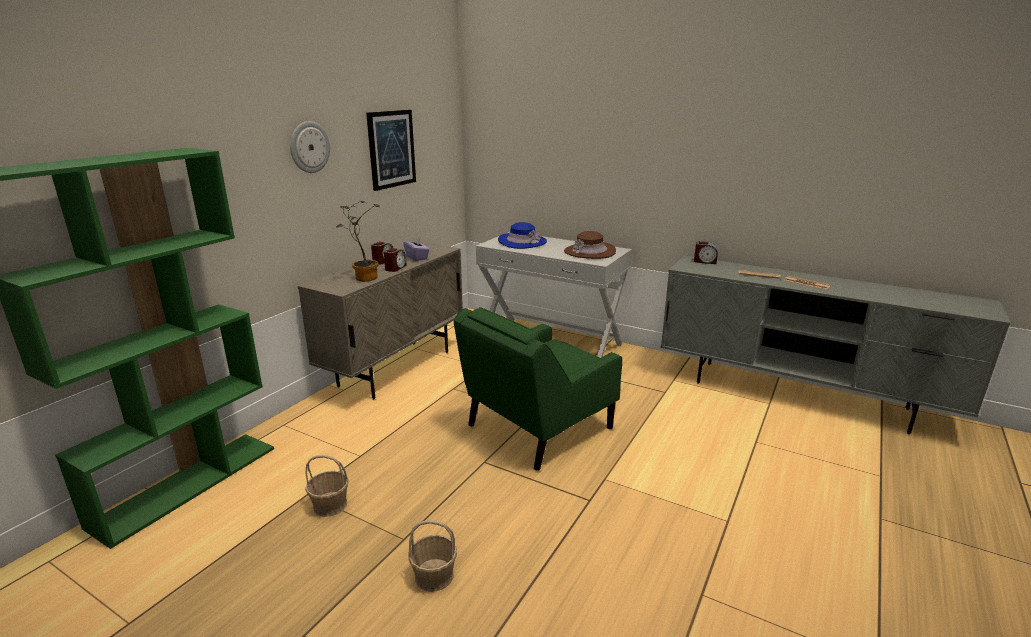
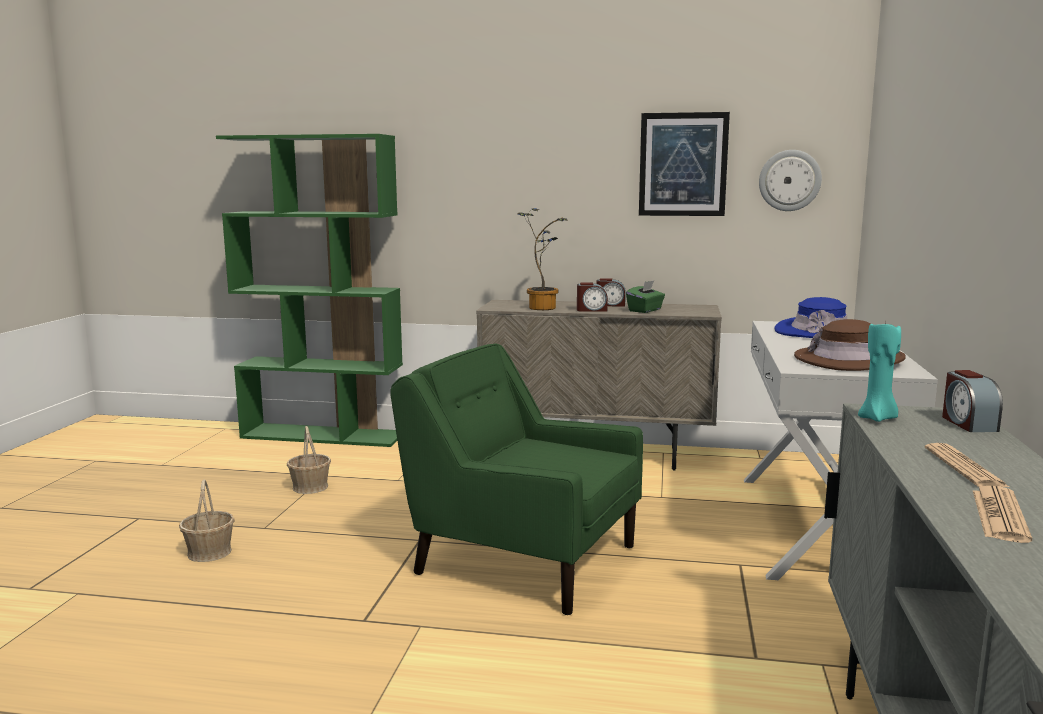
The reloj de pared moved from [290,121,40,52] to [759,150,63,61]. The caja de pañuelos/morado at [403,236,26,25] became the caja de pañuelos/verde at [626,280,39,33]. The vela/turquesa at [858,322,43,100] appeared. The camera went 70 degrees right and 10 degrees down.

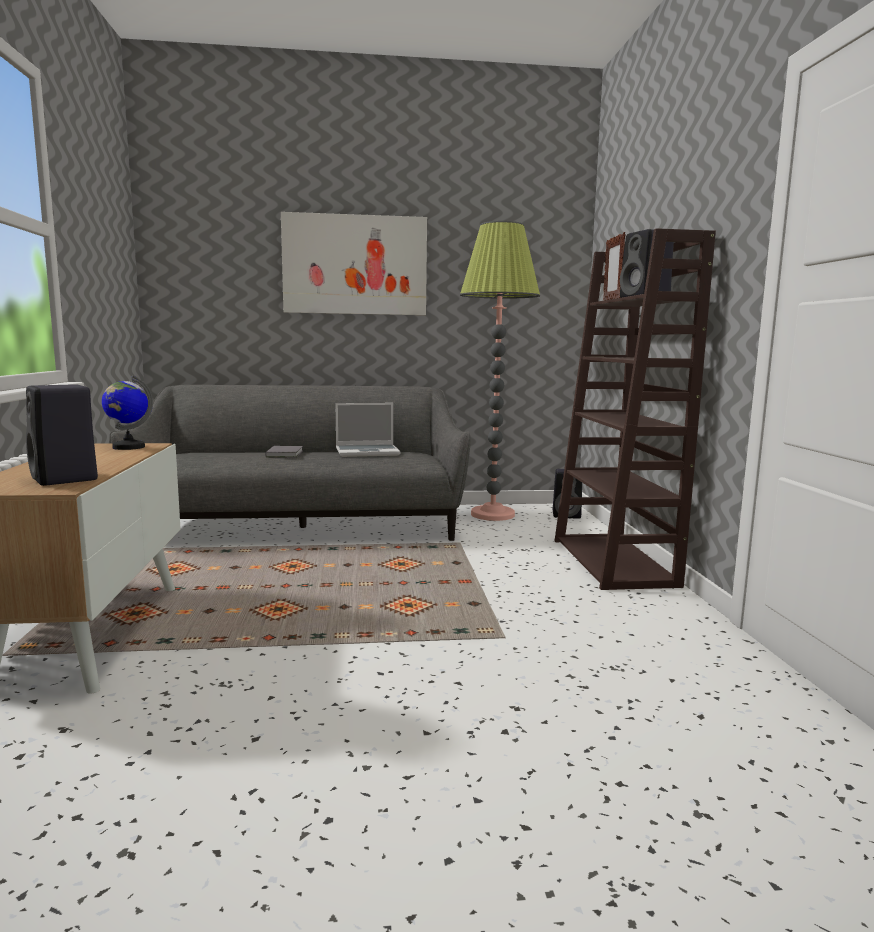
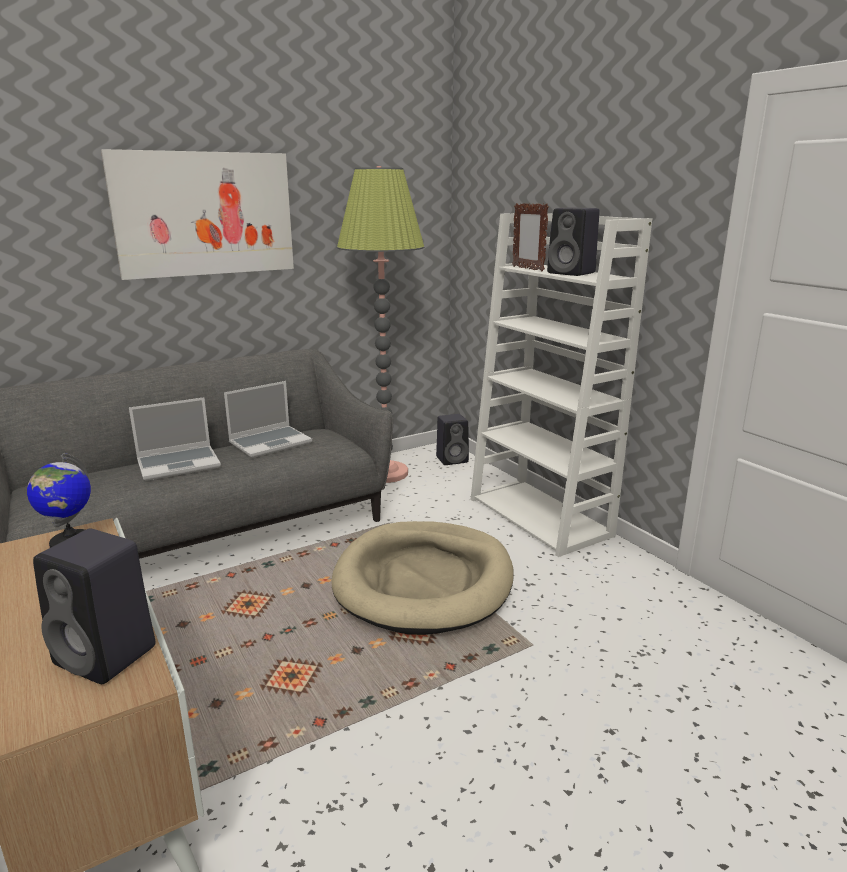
The libro/gris at [265,446,38,12] was replaced by the portátil at [129,397,92,84]. The estantería/marrón at [555,228,161,362] became the estantería/blanco at [471,213,181,344]. The cama para perro/beis at [332,521,182,114] appeared. The camera went 25 degrees left and 10 degrees up.

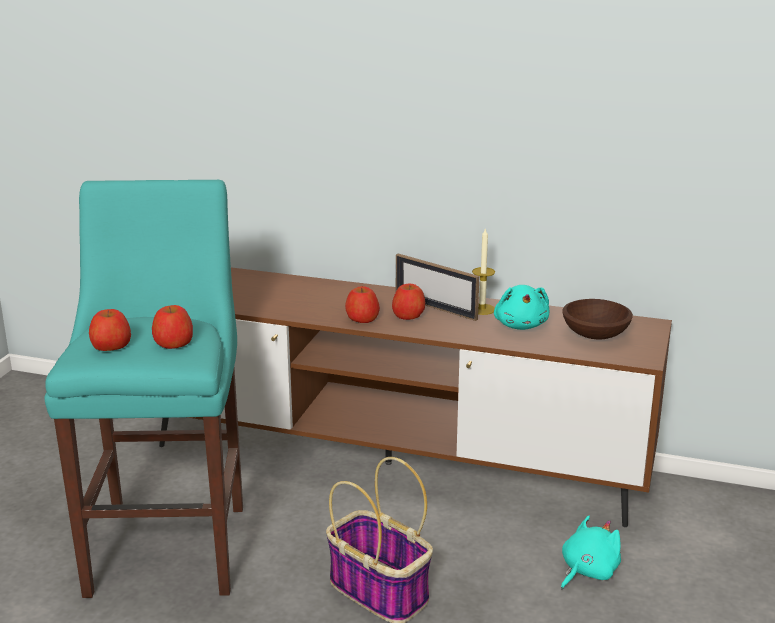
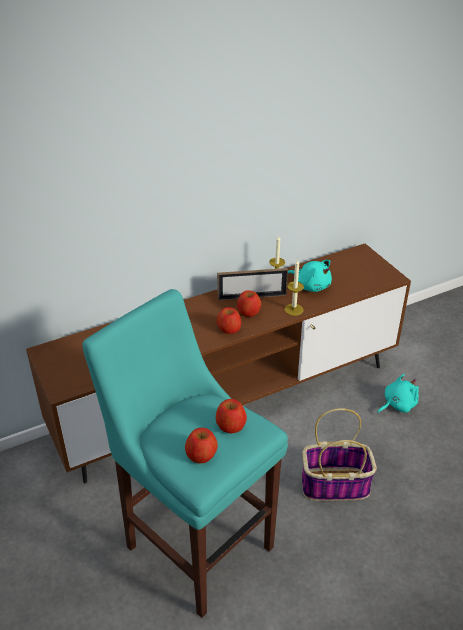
The peluche/turquesa at [561,516,60,73] turned 60 degrees clockwise. The cuenco/marrón at [562,299,71,41] disappeared. The vela at [285,259,19,57] appeared. The camera went 45 degrees left and 15 degrees up.

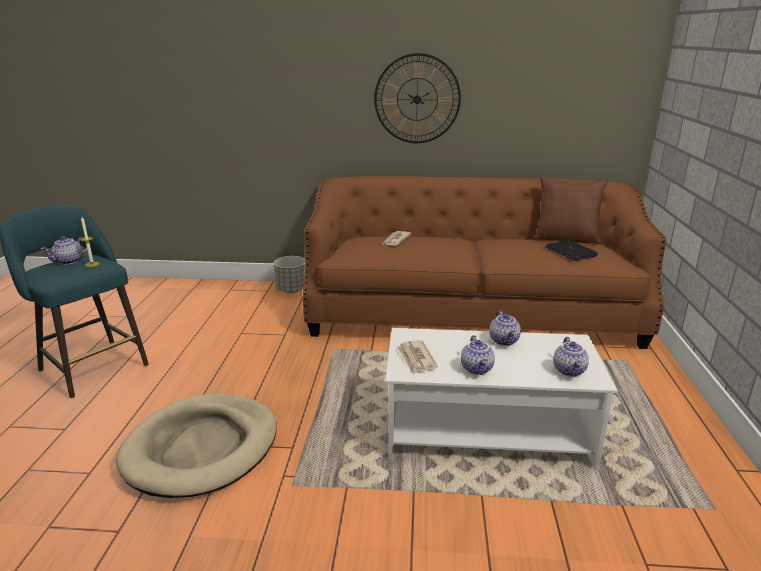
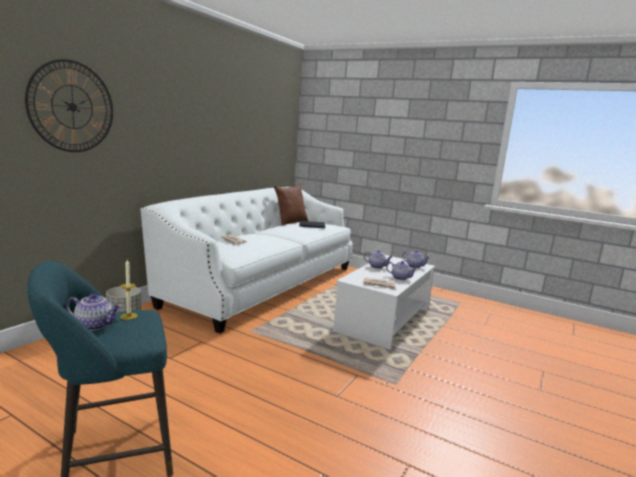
The tetera at [41,236,46,29] turned 60 degrees counterclockwise. The cama para perro/beis at [116,394,161,104] disappeared. The sofá/marrón at [303,176,363,173] became the sofá/blanco at [140,187,213,146]. The reloj de pared moved from [374,53,87,90] to [25,59,88,93]. The camera went 65 degrees left and 10 degrees down.

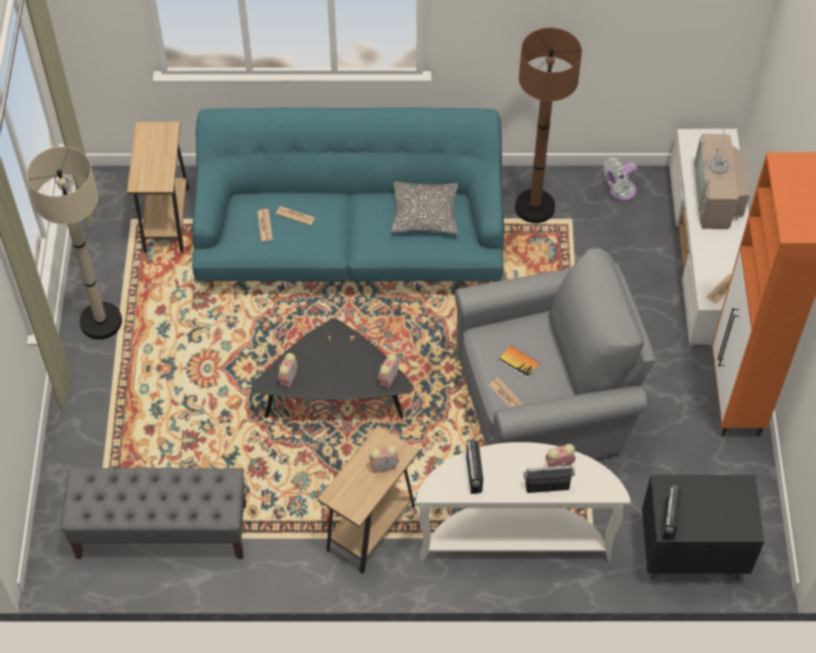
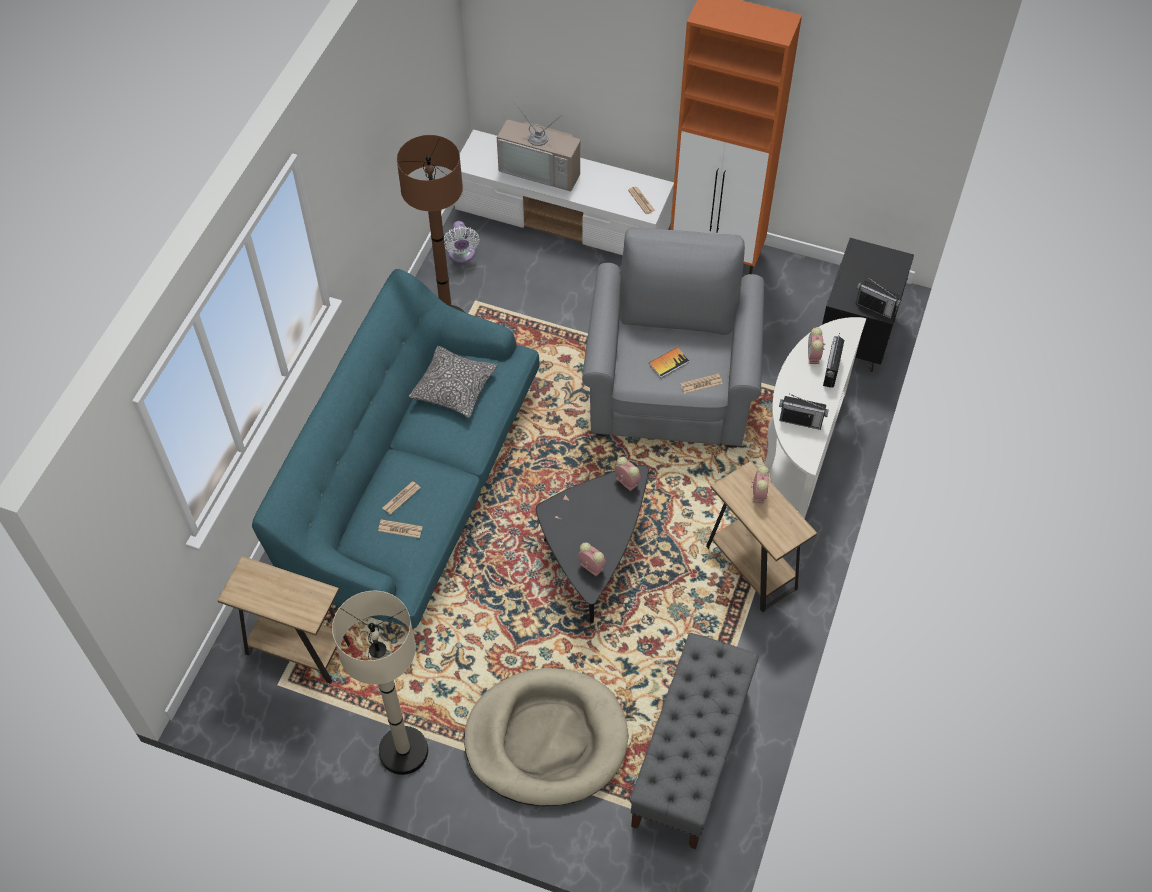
The cama para perro/beis at [464,668,165,138] appeared. The camera went 70 degrees left and 0 degrees up.

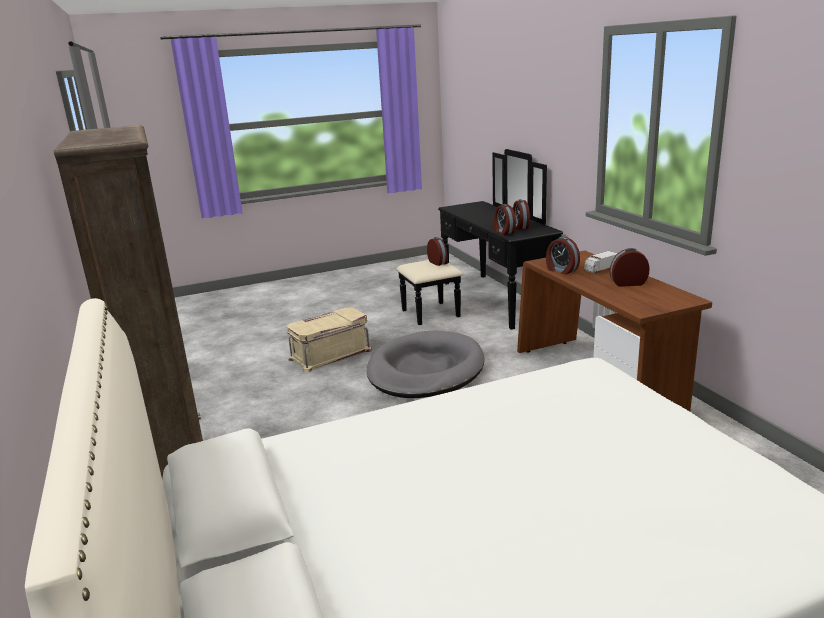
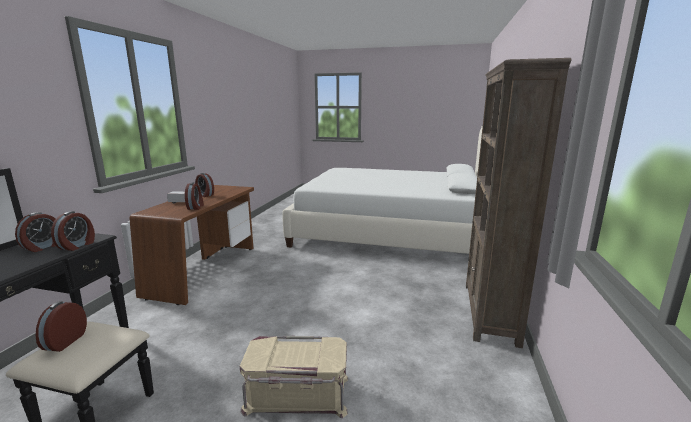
The cama para perro/gris at [367,331,118,67] disappeared. The camera went 145 degrees left and 5 degrees down.

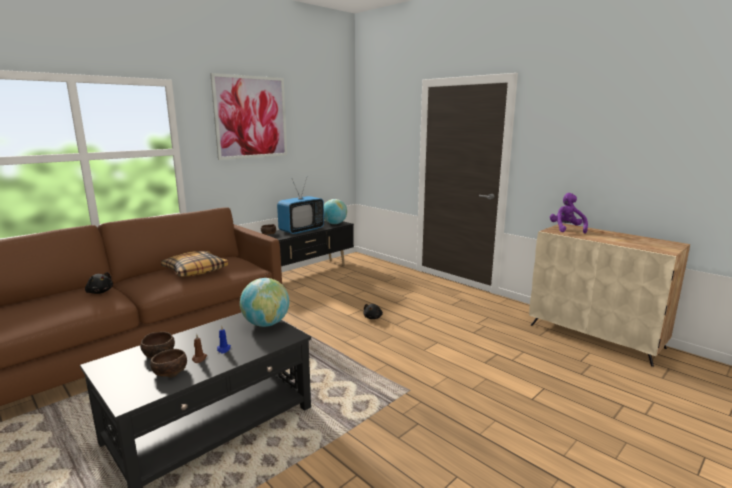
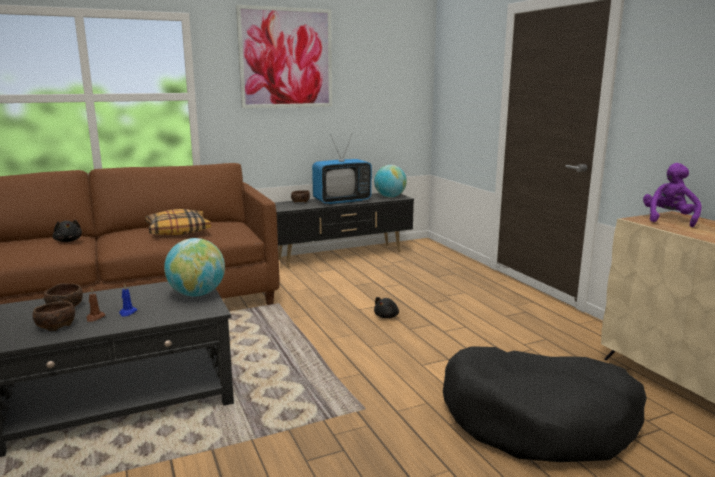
The cama para perro/negro at [443,346,204,116] appeared. The camera went 20 degrees right and 0 degrees up.

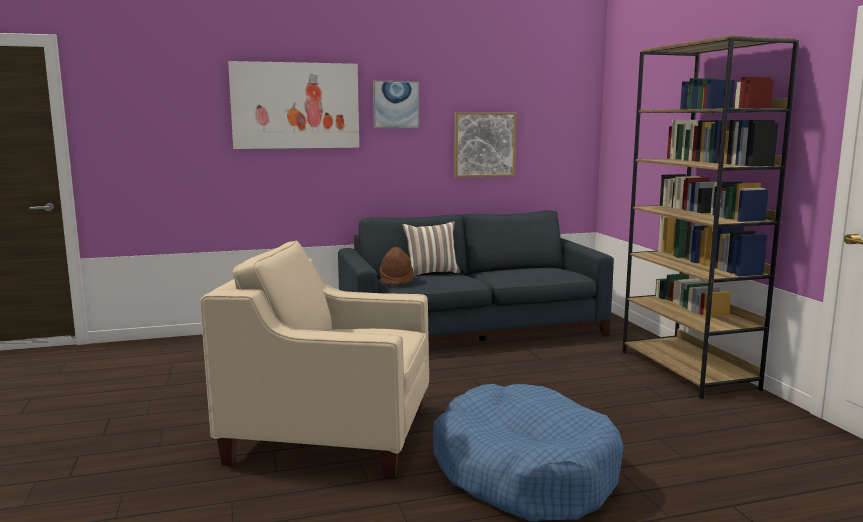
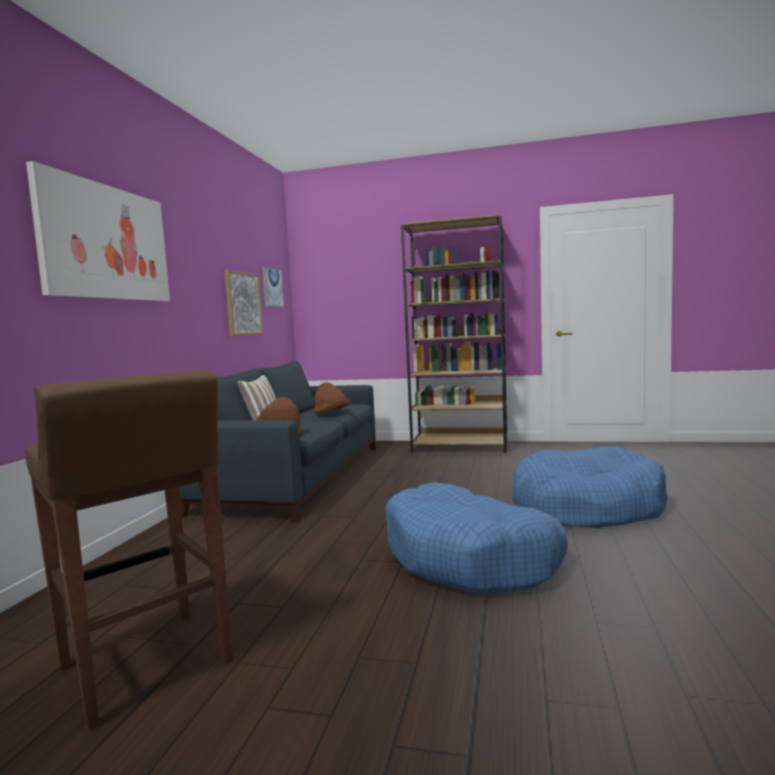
The sillón/beis at [200,240,229,238] was replaced by the cama para perro/azul at [385,482,183,112]. The cuadro moved from [373,81,46,47] to [262,267,22,40]. The taburete/marrón at [25,370,208,360] appeared. The sombrero/marrón at [313,382,36,31] appeared. The camera went 60 degrees left and 5 degrees down.

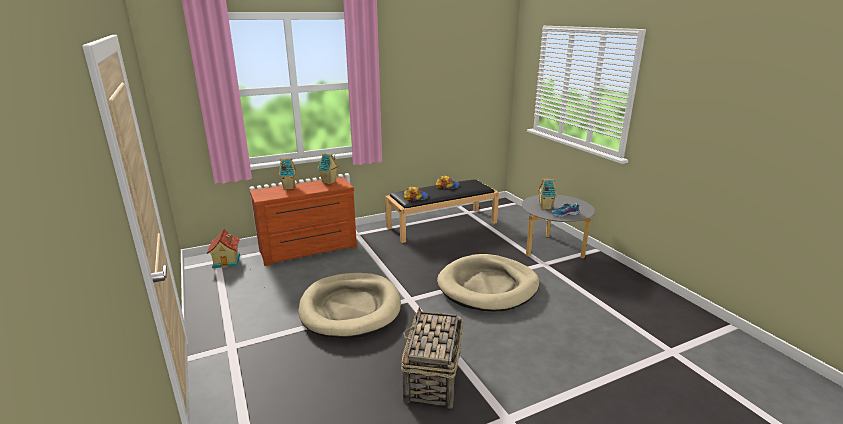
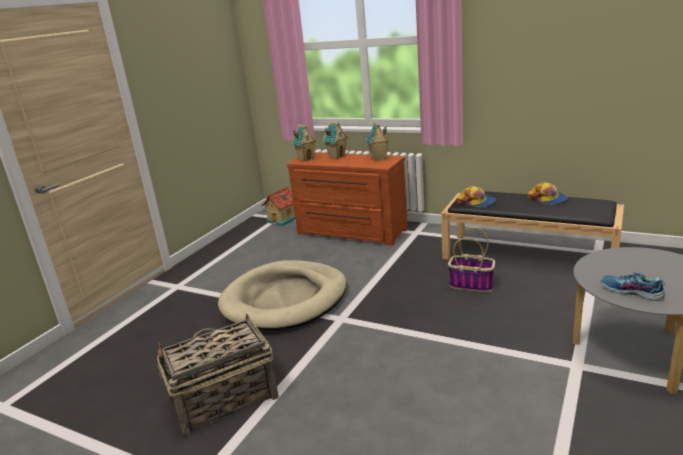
The cama para perro/beis at [437,254,102,57] disappeared. The casita moved from [538,179,19,31] to [292,124,25,38]. The cesta at [448,227,47,65] appeared. The camera went 55 degrees right and 0 degrees up.

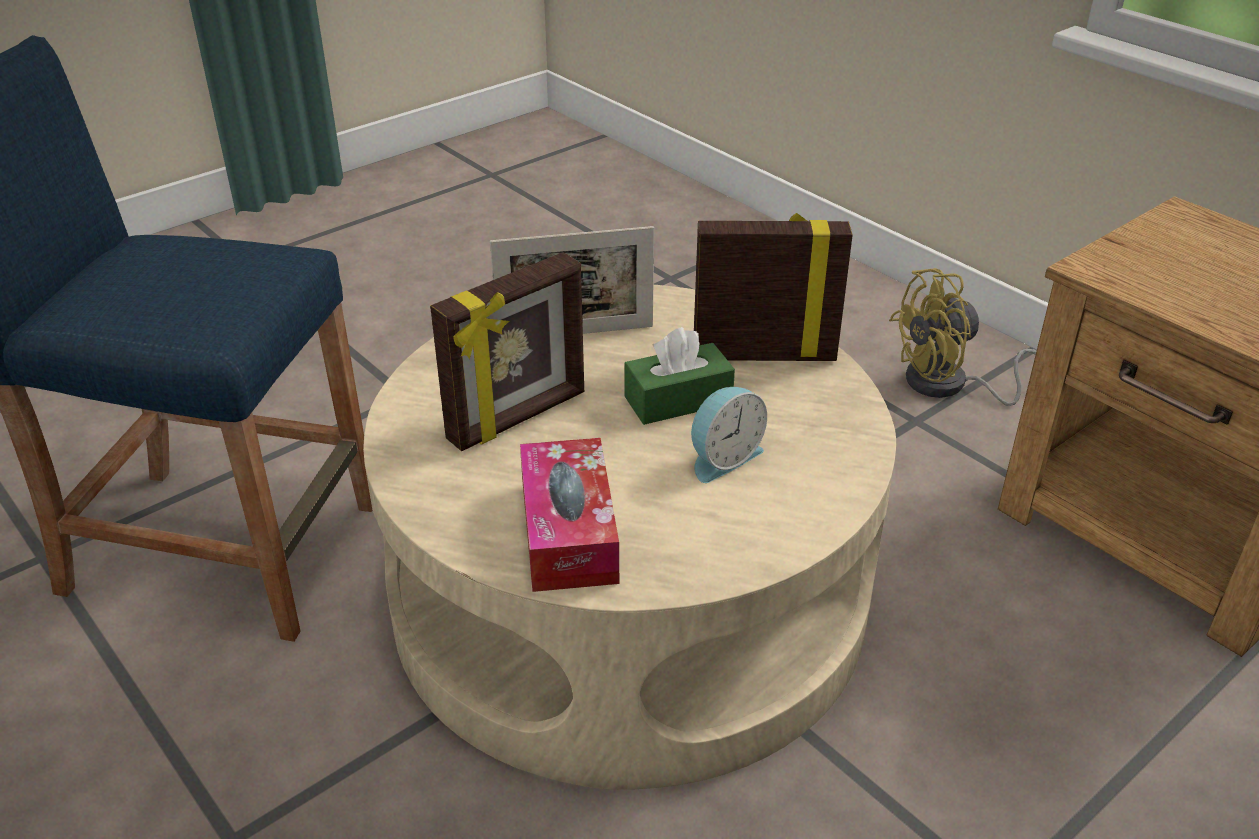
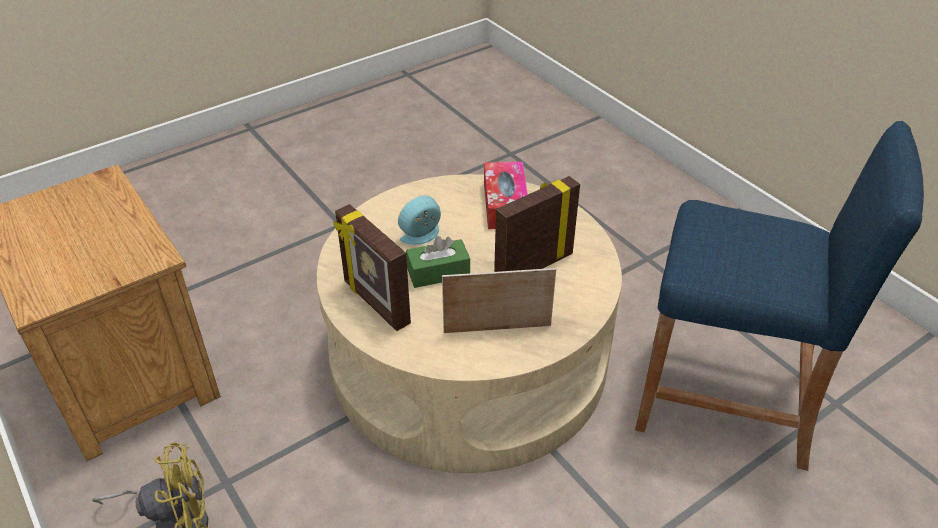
The portarretratos at [694,213,159,148] turned 45 degrees clockwise. The camera went 175 degrees left and 5 degrees up.

